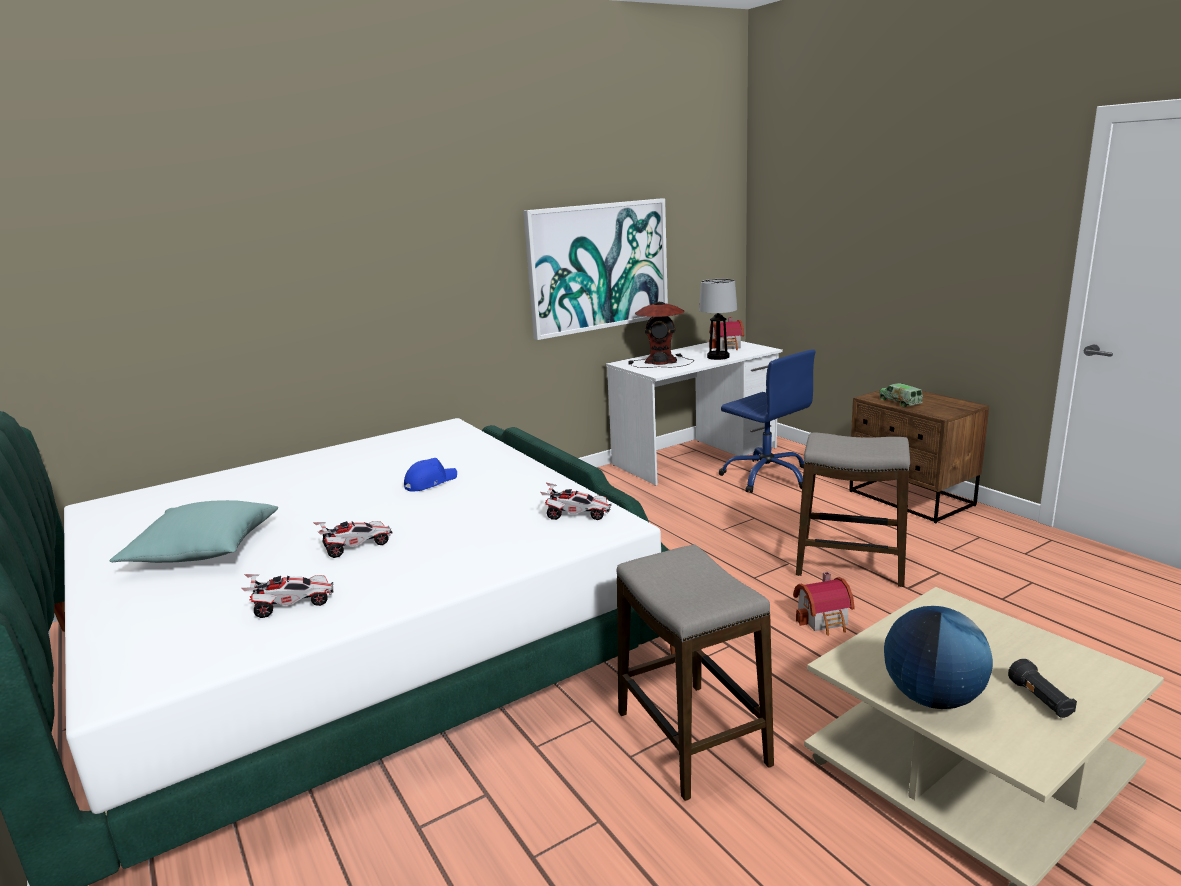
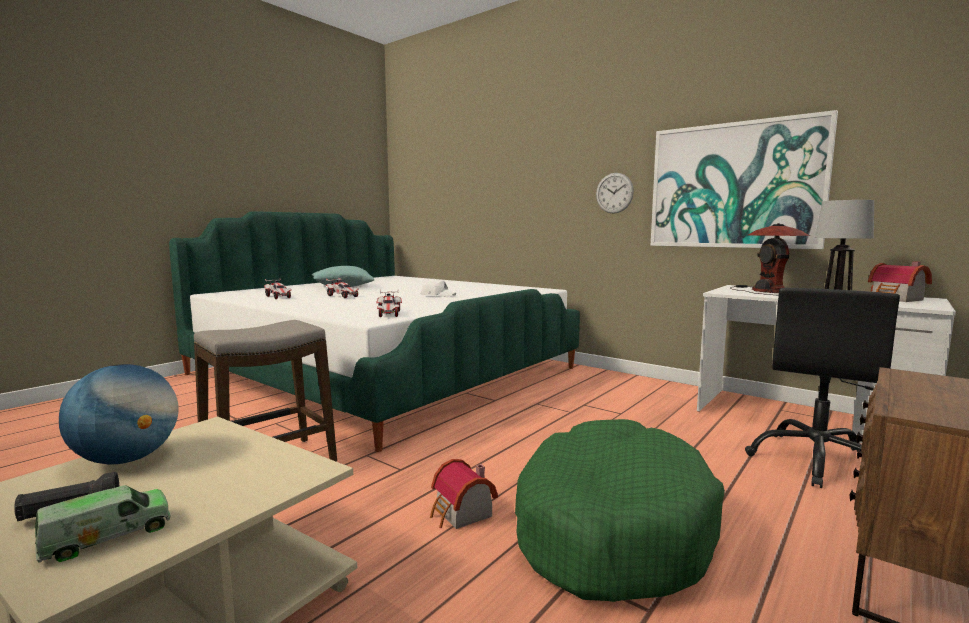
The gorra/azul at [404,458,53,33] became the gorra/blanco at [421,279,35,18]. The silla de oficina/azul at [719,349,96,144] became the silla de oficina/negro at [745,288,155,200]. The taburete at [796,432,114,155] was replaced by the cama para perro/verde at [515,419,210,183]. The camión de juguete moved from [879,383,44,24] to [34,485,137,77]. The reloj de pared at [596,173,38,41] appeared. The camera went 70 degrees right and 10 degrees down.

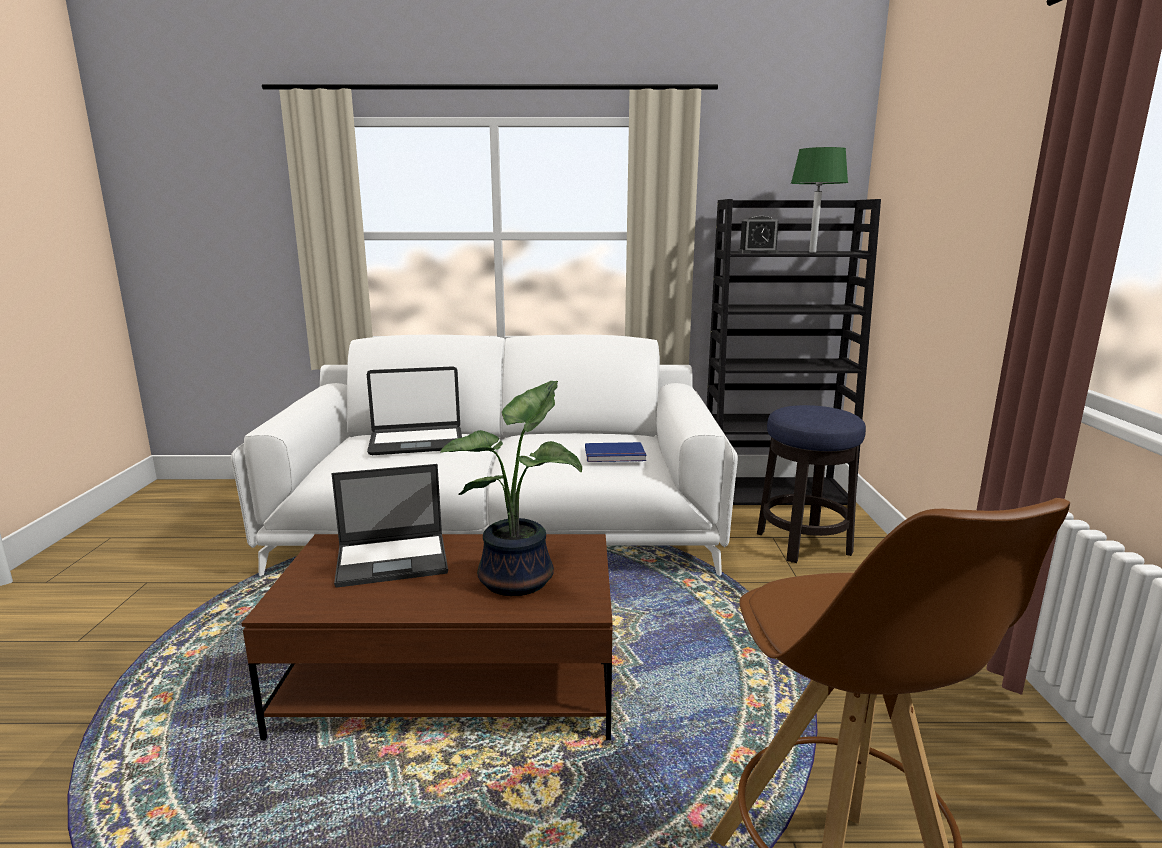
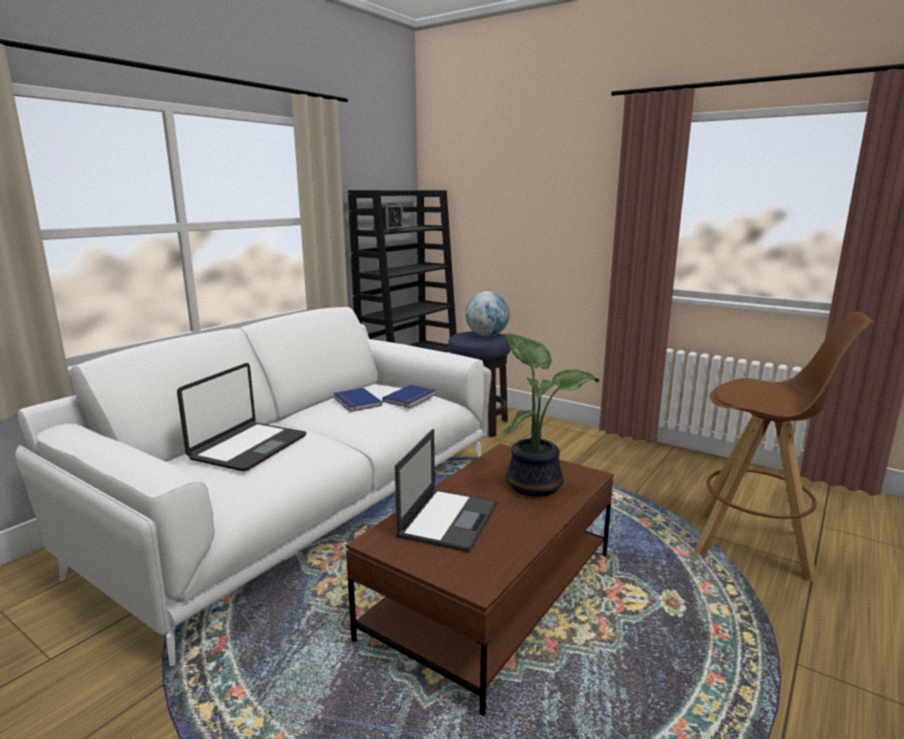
The lámpara de mesa/verde at [791,147,57,106] disappeared. The libro/azul at [333,388,49,24] appeared. The globo terráqueo at [465,291,45,45] appeared. The camera went 55 degrees left and 0 degrees up.

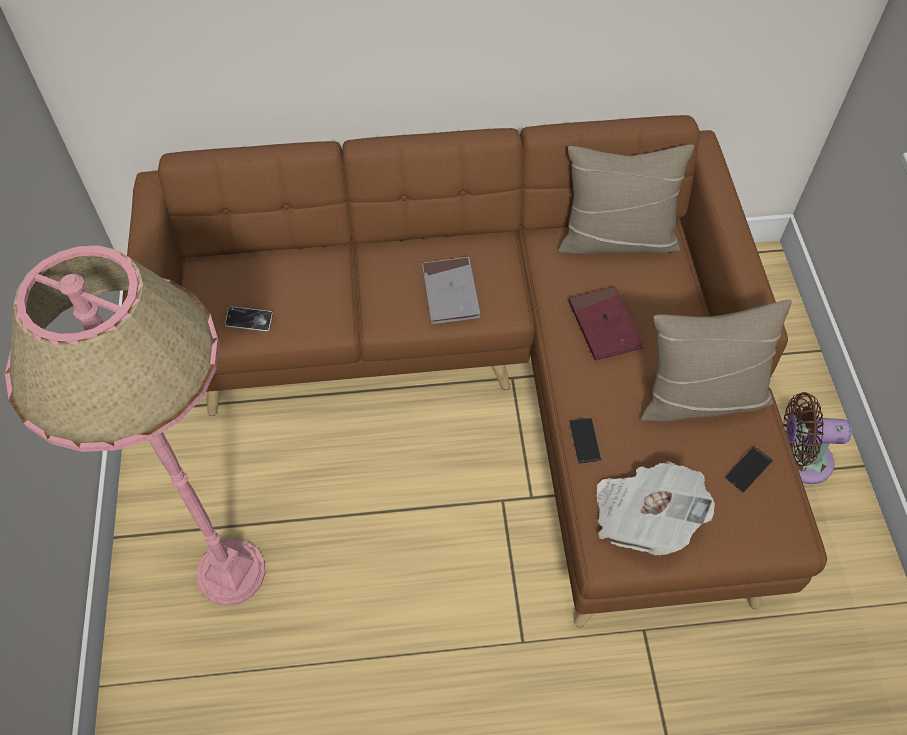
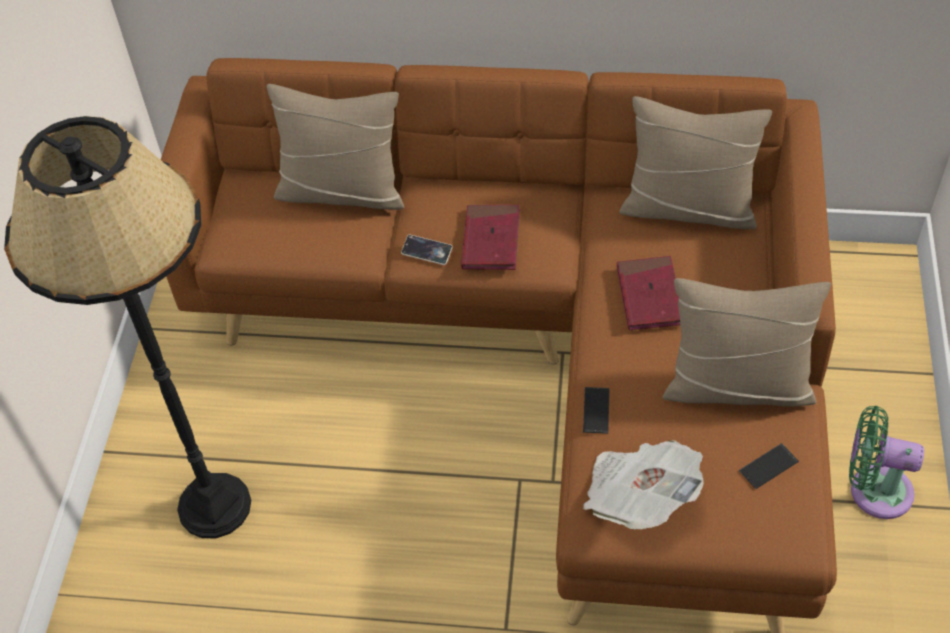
The lámpara de pie/rosa at [5,245,260,361] became the lámpara de pie/negro at [4,116,247,422]. The móvil moved from [225,307,48,24] to [401,235,52,30]. The libro/gris at [422,257,58,67] became the libro/rojo at [461,205,59,65]. The ventilador/marrón at [783,392,69,92] became the ventilador/verde at [849,406,75,113]. The cojín/beis at [267,84,137,126] appeared. The camera went 15 degrees right and 5 degrees down.

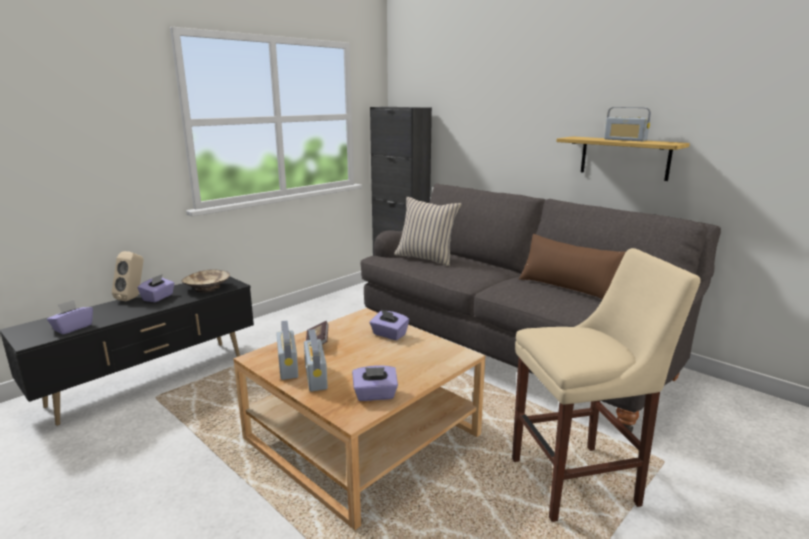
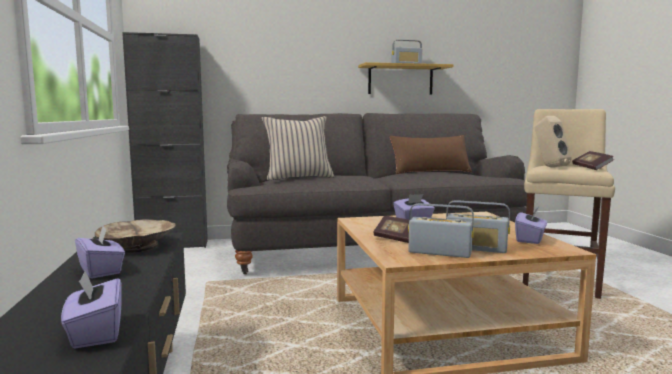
The altavoz/beis moved from [112,251,31,50] to [534,116,38,51]. The libro at [572,151,42,19] appeared. The camera went 55 degrees left and 10 degrees down.

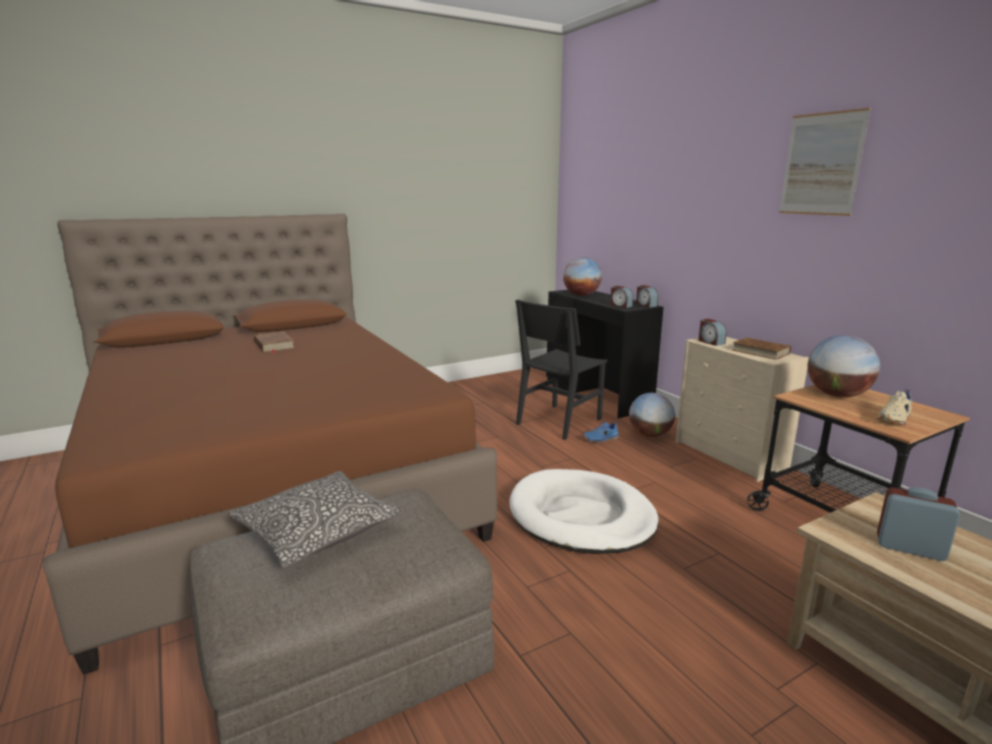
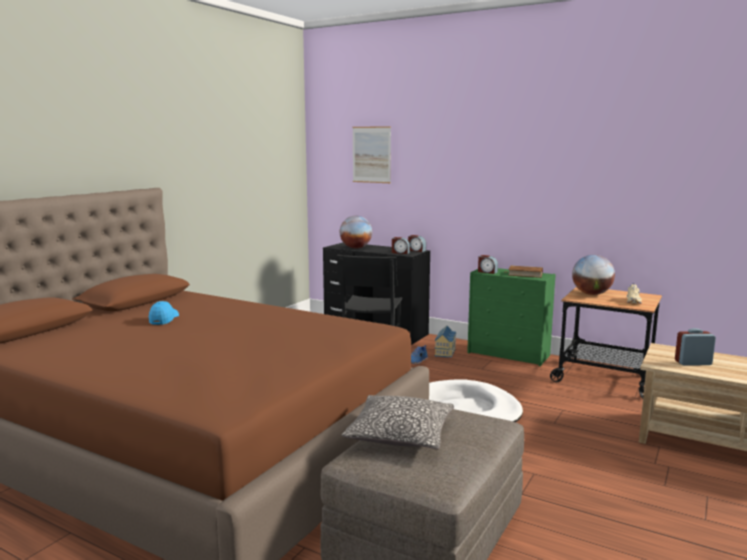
The libro/marrón at [254,331,41,23] was replaced by the gorra/azul at [149,301,30,24]. The globo terráqueo at [629,393,46,44] was replaced by the casita at [435,326,21,32]. The cómoda/beis at [676,337,133,145] became the cómoda/verde at [467,268,89,98]. The cuadro moved from [779,108,92,108] to [352,126,39,57]. The camera went 30 degrees left and 5 degrees down.

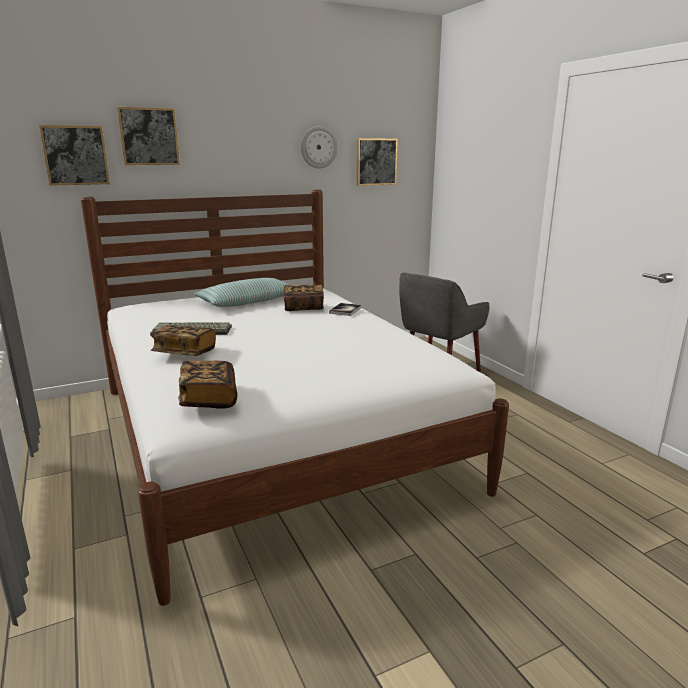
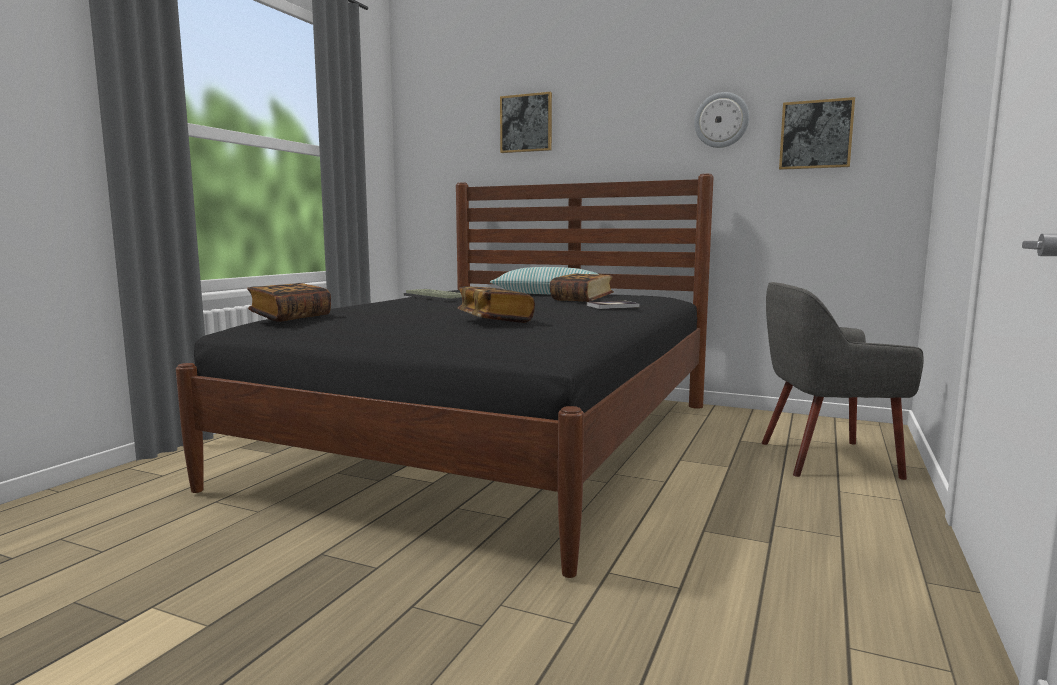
The cuadro at [39,125,71,61] disappeared. The cama/blanco at [81,190,428,416] became the cama/negro at [176,174,537,404]. The libro moved from [150,326,66,30] to [457,286,78,37]. The camera went 50 degrees right and 10 degrees down.

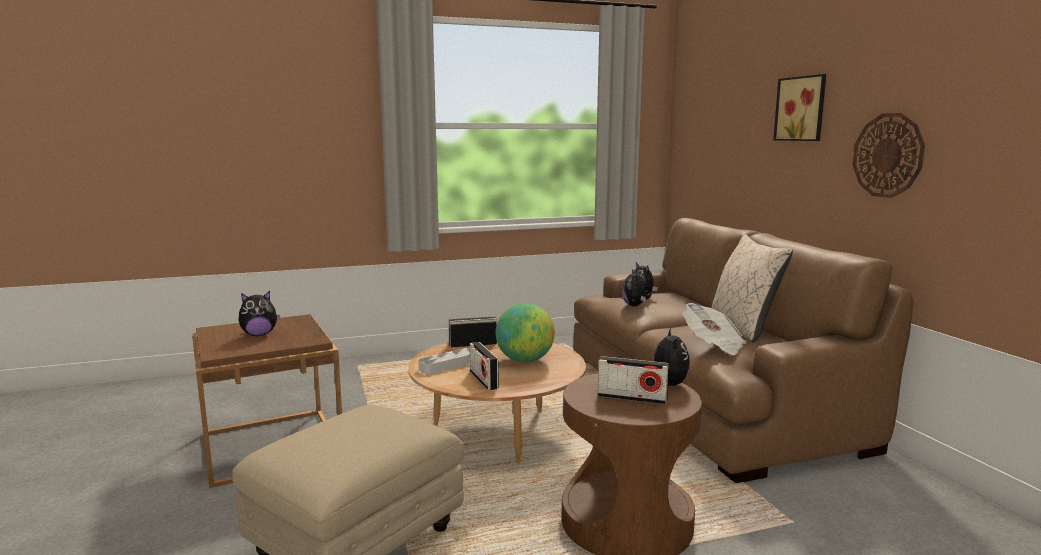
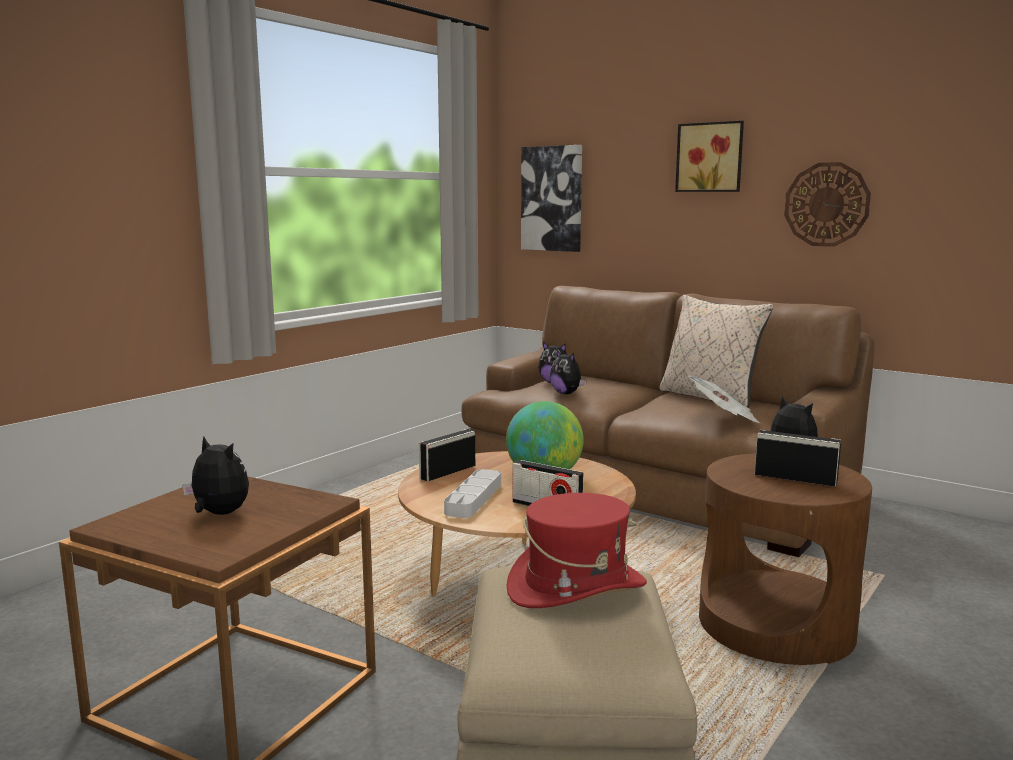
The peluche at [239,291,41,45] turned 90 degrees counterclockwise. The radio at [598,356,71,49] turned 135 degrees counterclockwise. The sombrero/rojo at [506,493,141,115] appeared. The cuadro at [521,145,61,107] appeared. The camera went 35 degrees left and 0 degrees up.

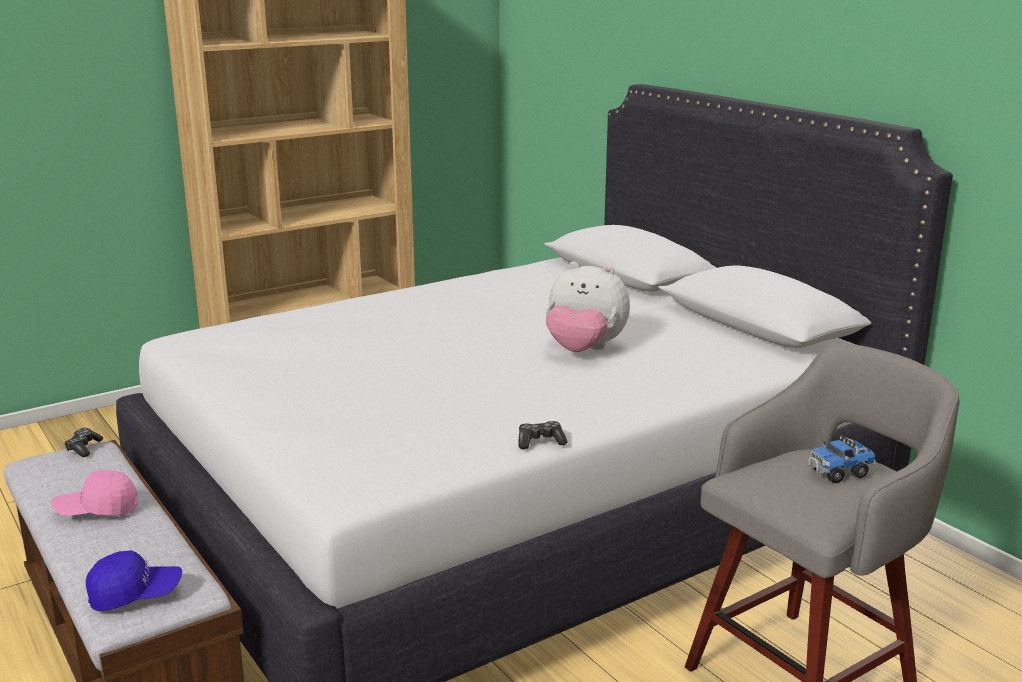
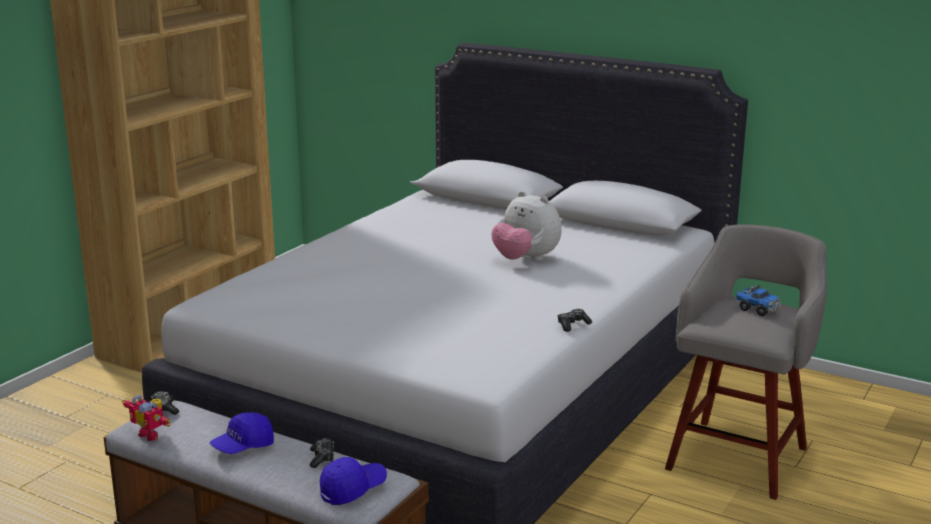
The gorra/rosa at [51,470,87,46] became the gorra/azul at [210,412,64,42]. The peluche at [546,262,84,90] turned 45 degrees clockwise. The camión de juguete at [809,435,67,48] turned 90 degrees counterclockwise. The robot de juguete at [122,395,49,46] appeared. The mando de consola at [310,438,24,30] appeared. The camera went 25 degrees left and 0 degrees up.

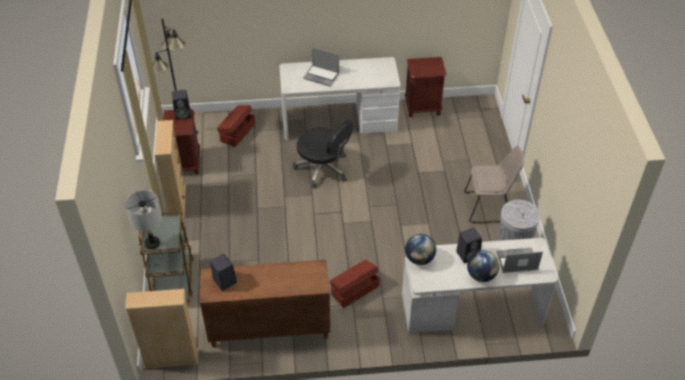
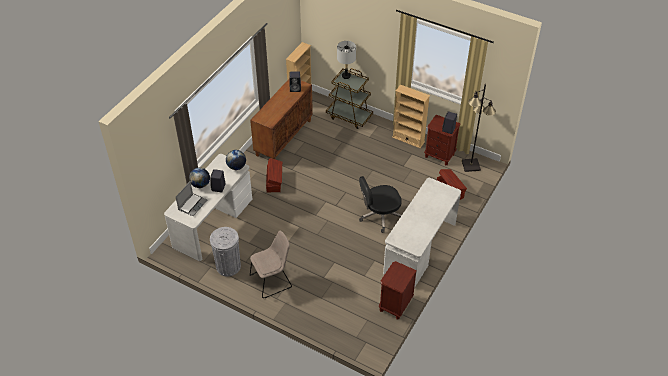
The portátil at [303,48,36,38] disappeared. The silla/beis at [464,145,60,78] turned 150 degrees counterclockwise. The camera went 125 degrees right and 0 degrees up.

